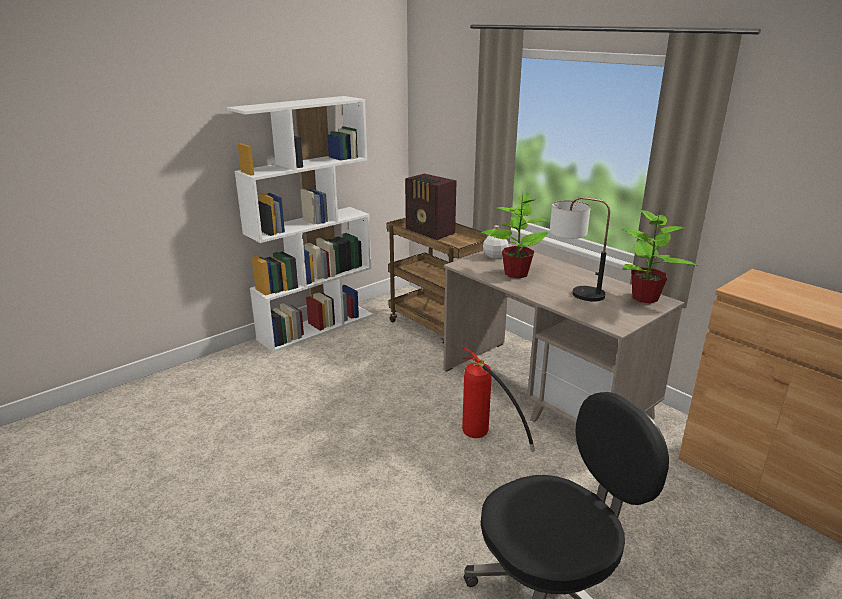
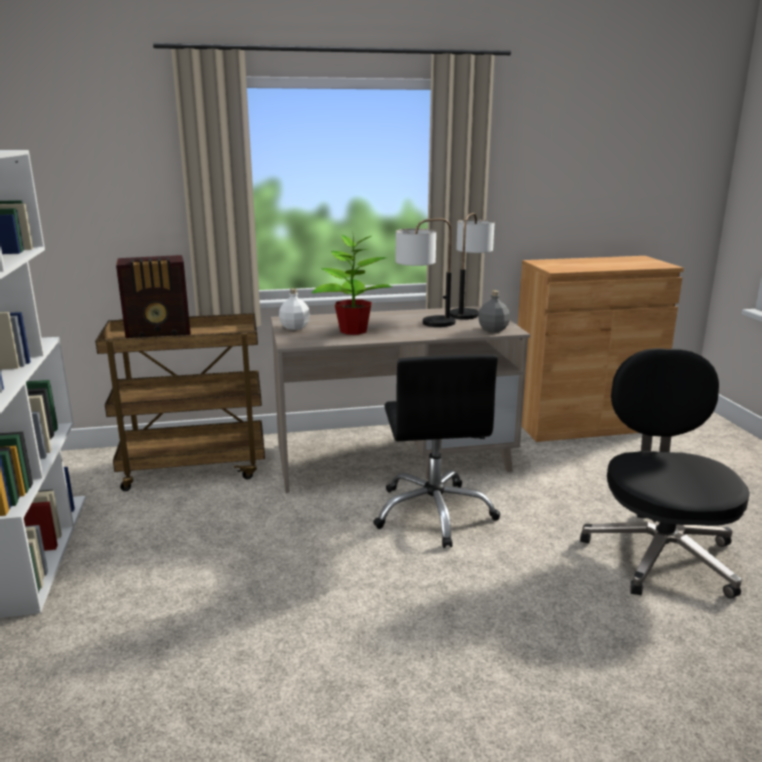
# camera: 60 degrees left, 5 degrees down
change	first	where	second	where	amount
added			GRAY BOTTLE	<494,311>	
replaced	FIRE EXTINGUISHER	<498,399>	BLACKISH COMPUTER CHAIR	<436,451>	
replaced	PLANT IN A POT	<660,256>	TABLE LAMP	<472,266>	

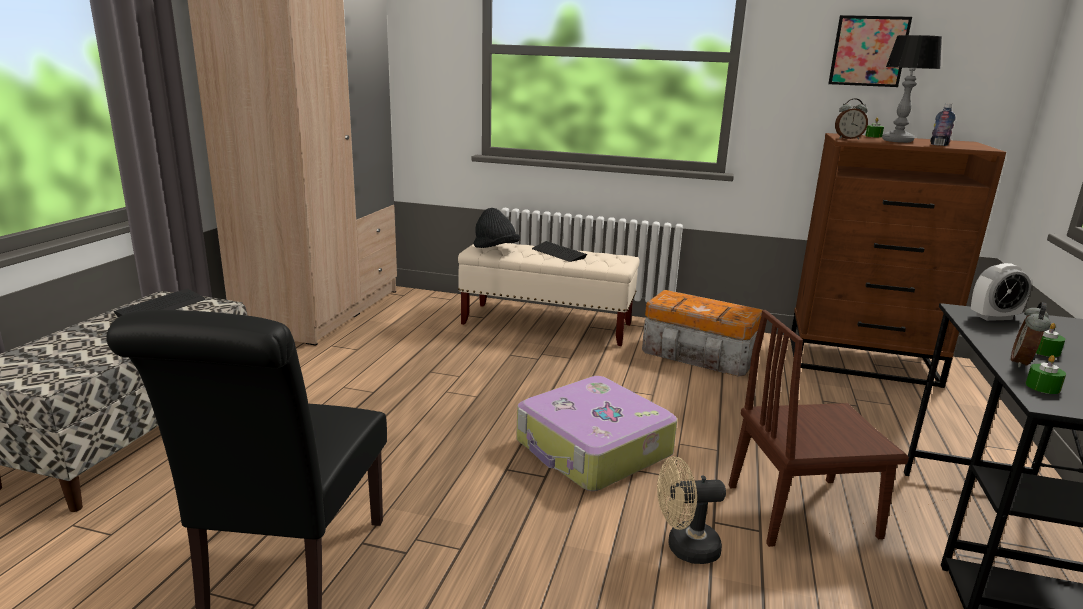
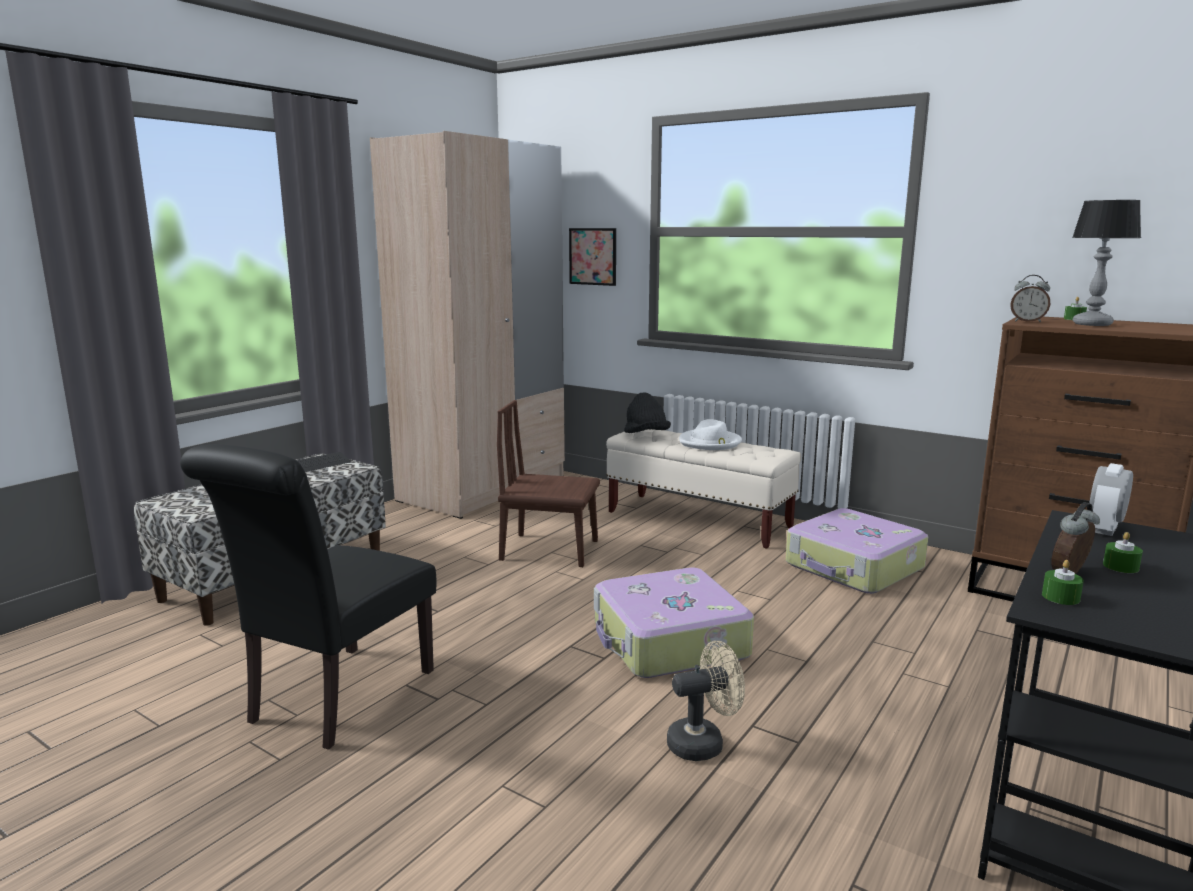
# camera: 20 degrees right, 5 degrees down
change	first	where	second	where	amount
removed	BOTTLE	<942,124>			
moved	BROWNISH UPRIGHT CHAIR	<819,428>		<548,483>	
moved	PICTURE	<870,51>		<592,257>	
replaced	KEYBOARD	<559,251>	WHITISH CLOTHING HAT	<710,434>	
replaced	STORAGE BOX	<702,333>	SUITCASE	<857,551>	
turned	SAND-COLOURED ELECTRIC FAN	<691,510>		<706,701>	150 degrees clockwise
turned	ALARM CLOCK	<1001,292>		<1111,499>	120 degrees clockwise

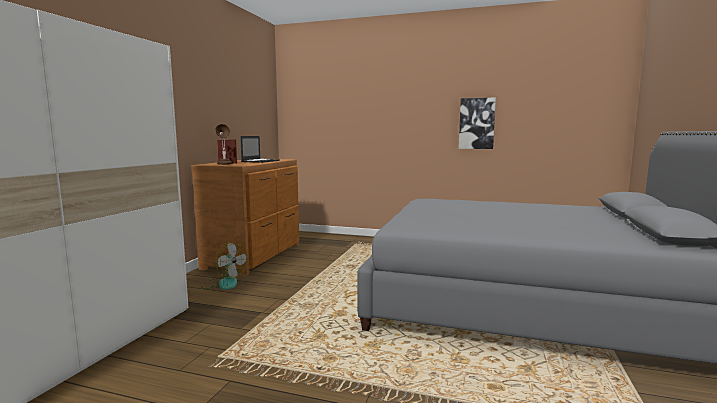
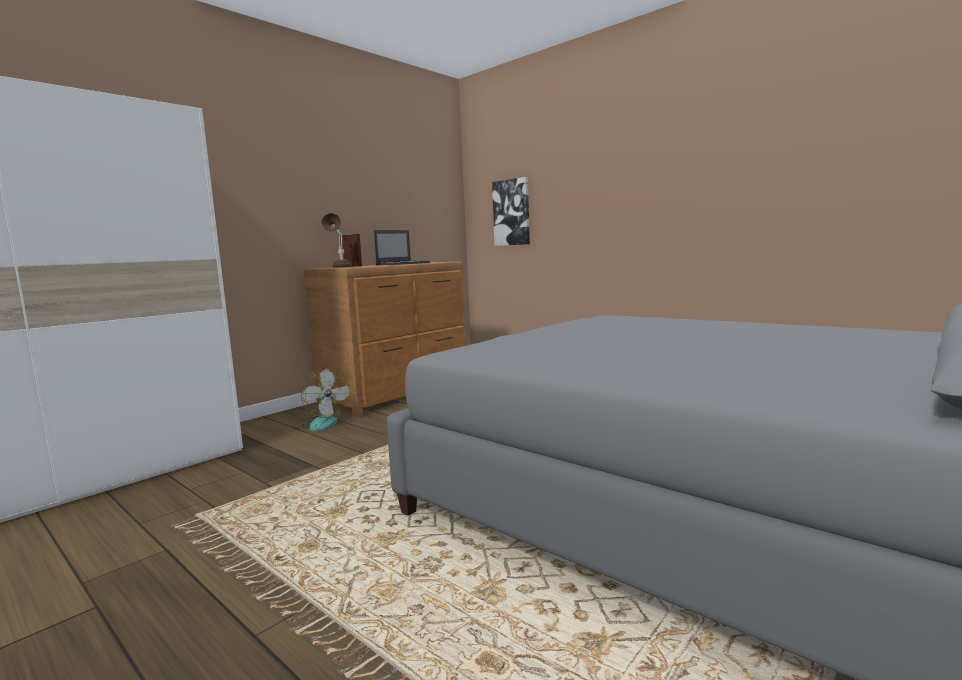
# camera: 25 degrees right, 0 degrees up
change	first	where	second	where	amount
moved	PICTURE	<477,123>		<511,211>	

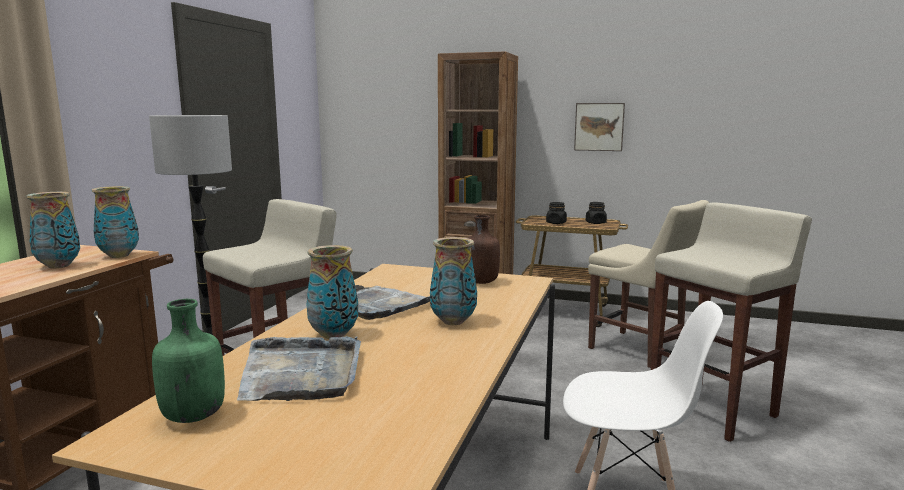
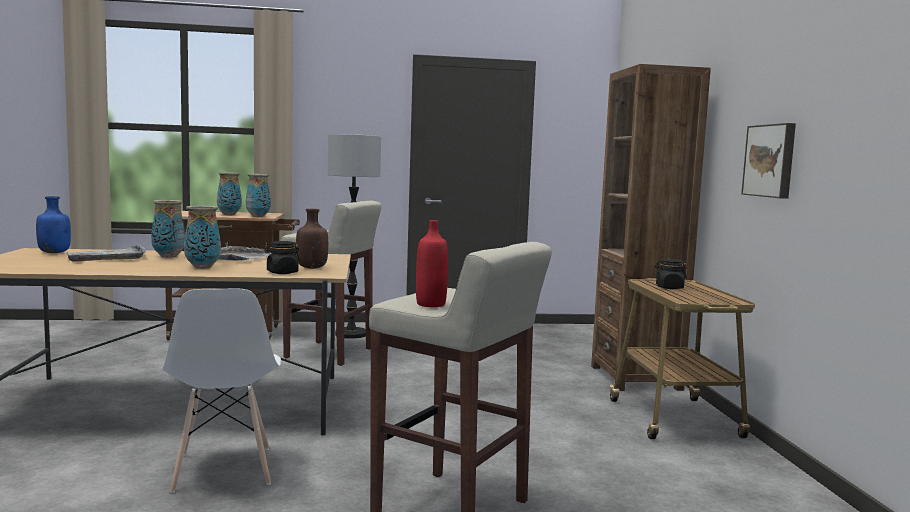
# camera: 65 degrees right, 5 degrees down
change	first	where	second	where	amount
removed	SAND-COLOURED UPRIGHT CHAIR	<648,284>			
added			REDDISH BOTTLE	<432,263>	
moved	BLACKISH PRESERVE JAR	<596,213>		<282,257>	
recoloured	GREENISH BOTTLE	<188,361>	BLUE BOTTLE	<53,224>	

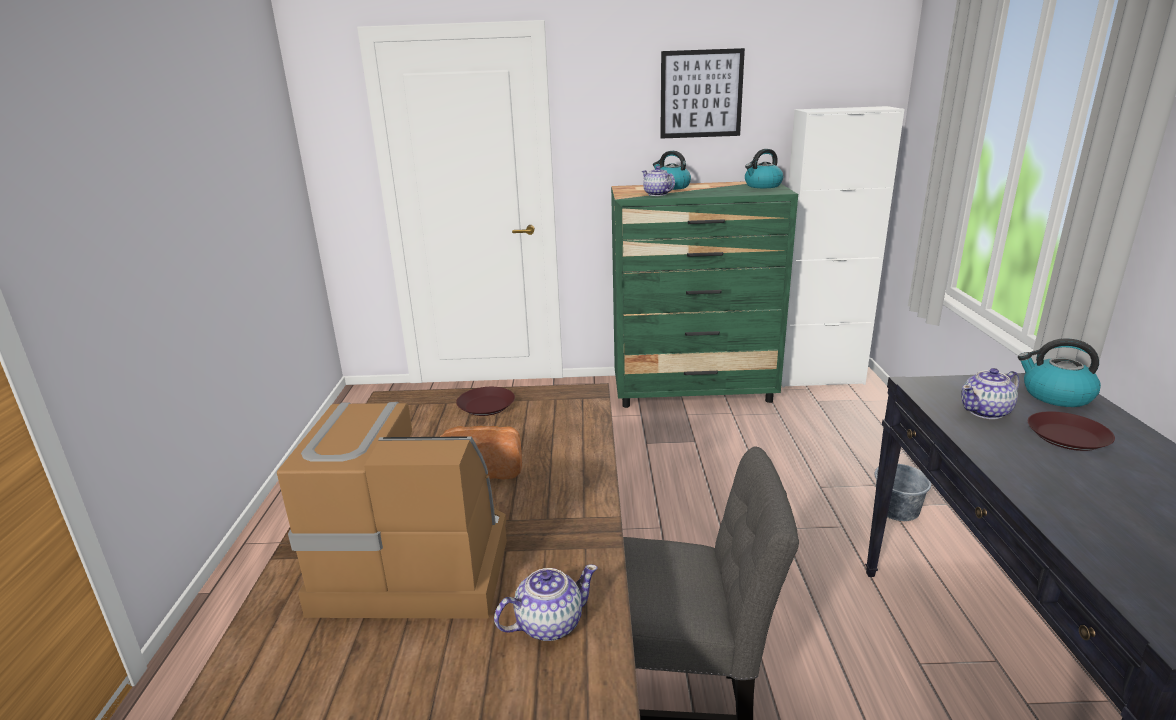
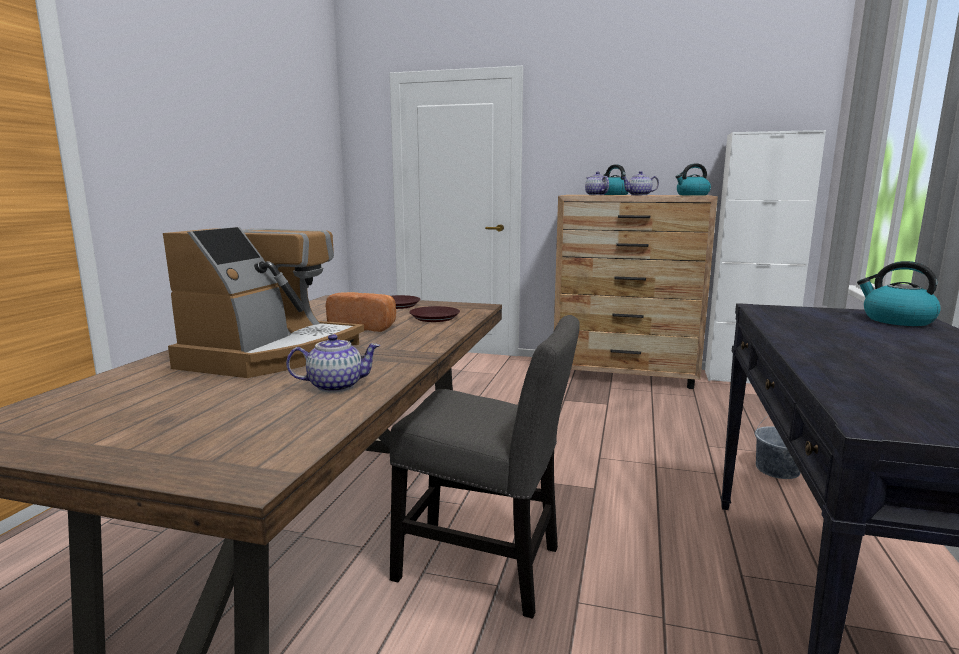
# camera: 15 degrees right, 10 degrees down
change	first	where	second	where	amount
removed	PICTURE	<702,93>			
moved	POT FOR TEA	<990,393>		<640,183>	
moved	BROWNISH DINNER PLATE	<1071,431>		<434,314>	
recoloured	GREENISH CHEST OF DRAWERS	<704,294>	BROWNISH CHEST OF DRAWERS	<636,292>	
turned	COFFEE BREWER	<392,510>		<263,302>	90 degrees clockwise

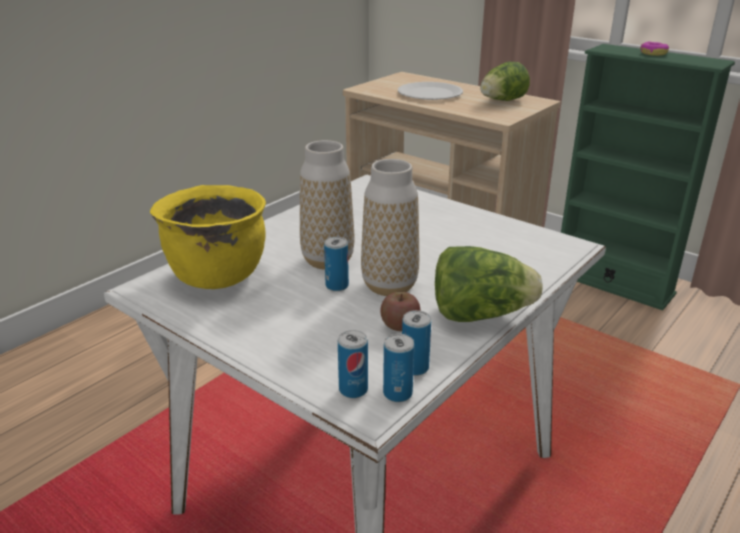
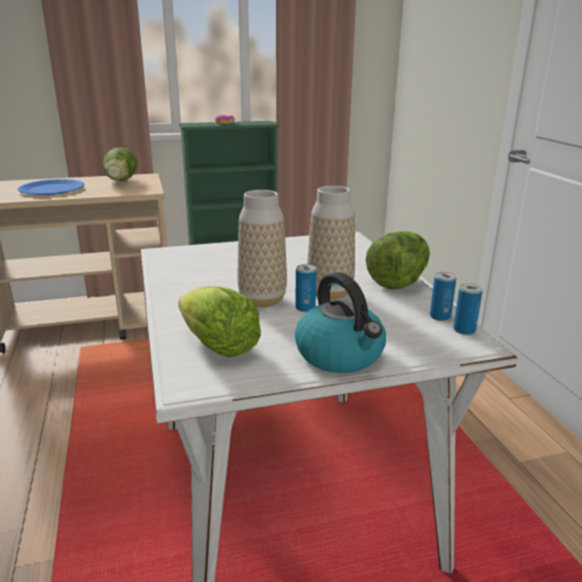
# camera: 55 degrees left, 5 degrees down
change	first	where	second	where	amount
removed	CAN	<353,364>			
removed	WHOLE APPLE	<400,311>			
added			WATER KETTLE	<340,322>	
replaced	YELLOW SAUCEPOT	<208,237>	LETTUCE HEAD	<219,321>	
recoloured	WHITISH DINNER PLATE	<430,91>	BLUE DINNER PLATE	<51,187>	

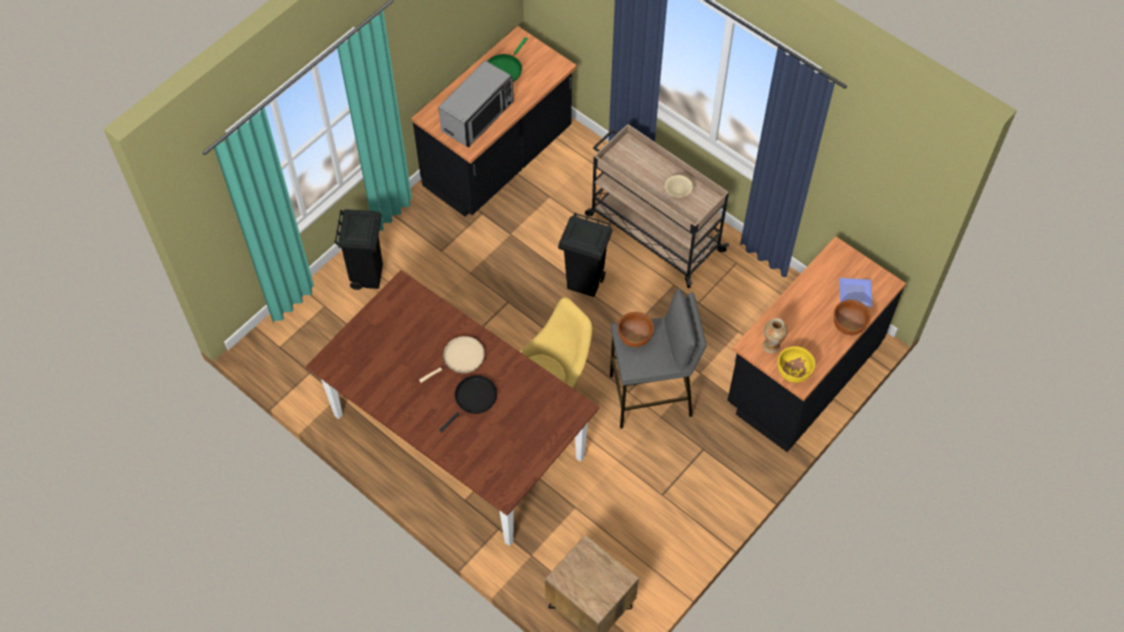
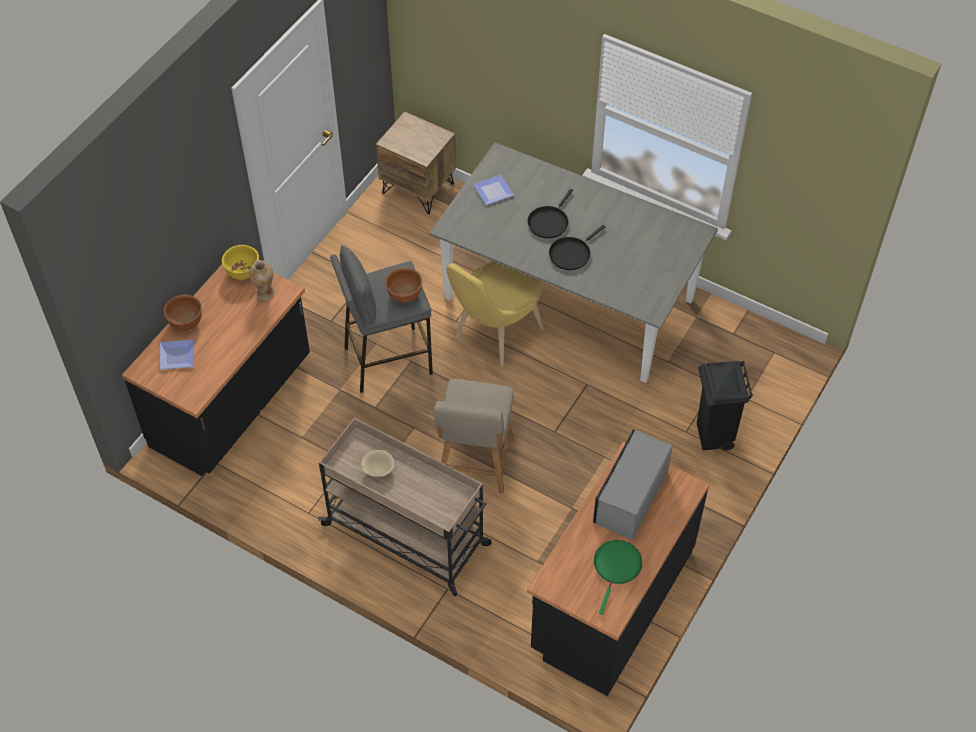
# camera: 170 degrees right, 5 degrees down
change	first	where	second	where	amount
added			DINNER PLATE	<493,189>	
replaced	BLACKISH TRASH CAN	<585,255>	SAND-COLOURED UPRIGHT CHAIR	<474,436>	
recoloured	BROWNISH DINNER TABLE	<452,408>	GRAY DINNER TABLE	<574,263>	
recoloured	SAND-COLOURED PAN	<452,359>	BLACKISH PAN	<577,247>	

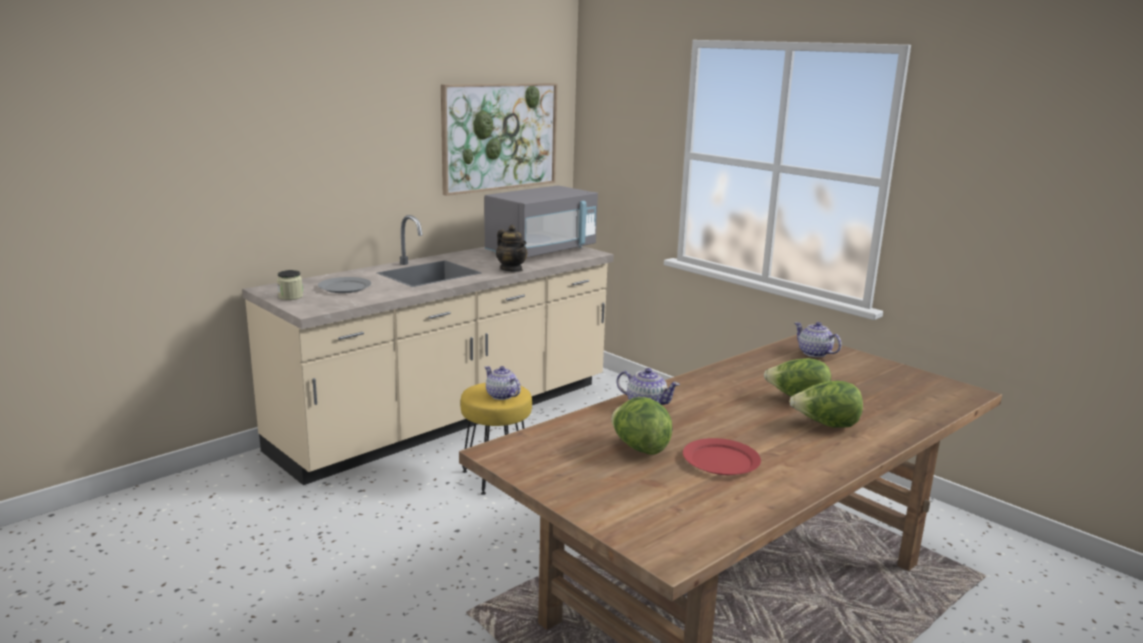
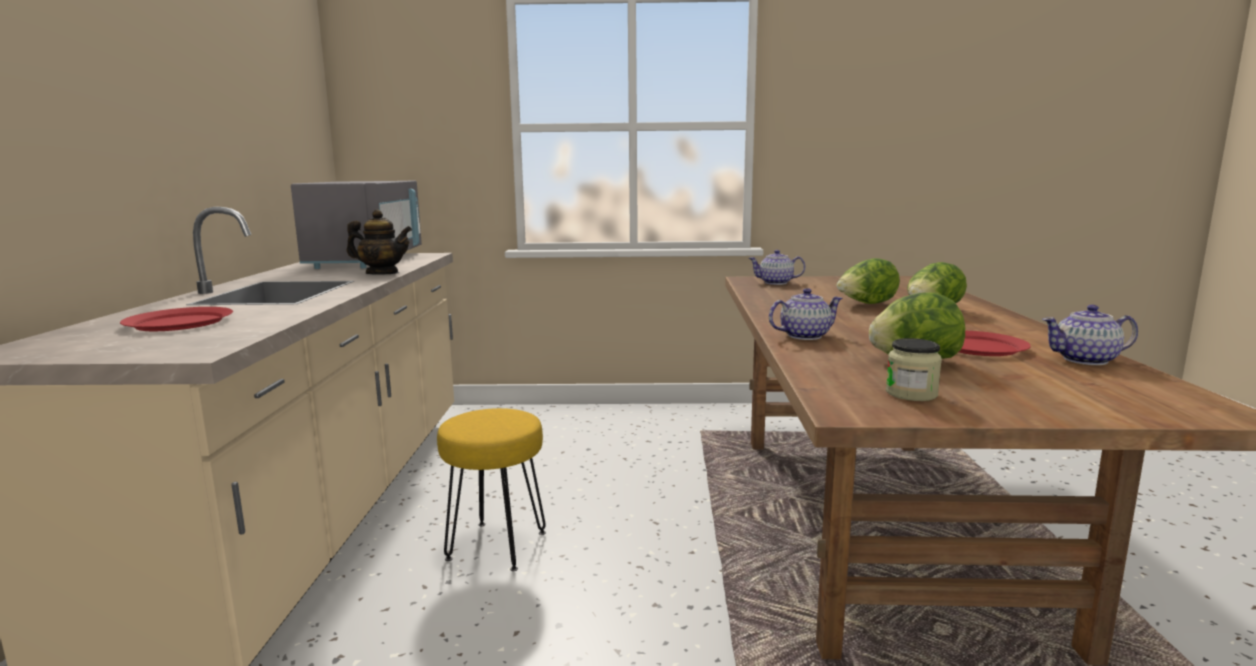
# camera: 45 degrees left, 5 degrees down
change	first	where	second	where	amount
removed	PICTURE	<499,139>			
moved	PRESERVE JAR	<290,285>		<914,369>	
moved	POT FOR TEA	<503,383>		<1090,335>	
recoloured	GRAY DINNER PLATE	<344,285>	REDDISH DINNER PLATE	<176,319>	

